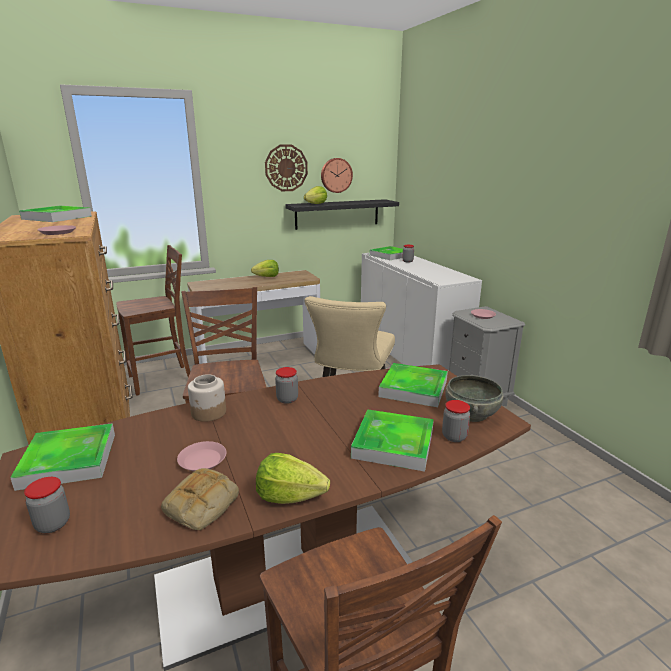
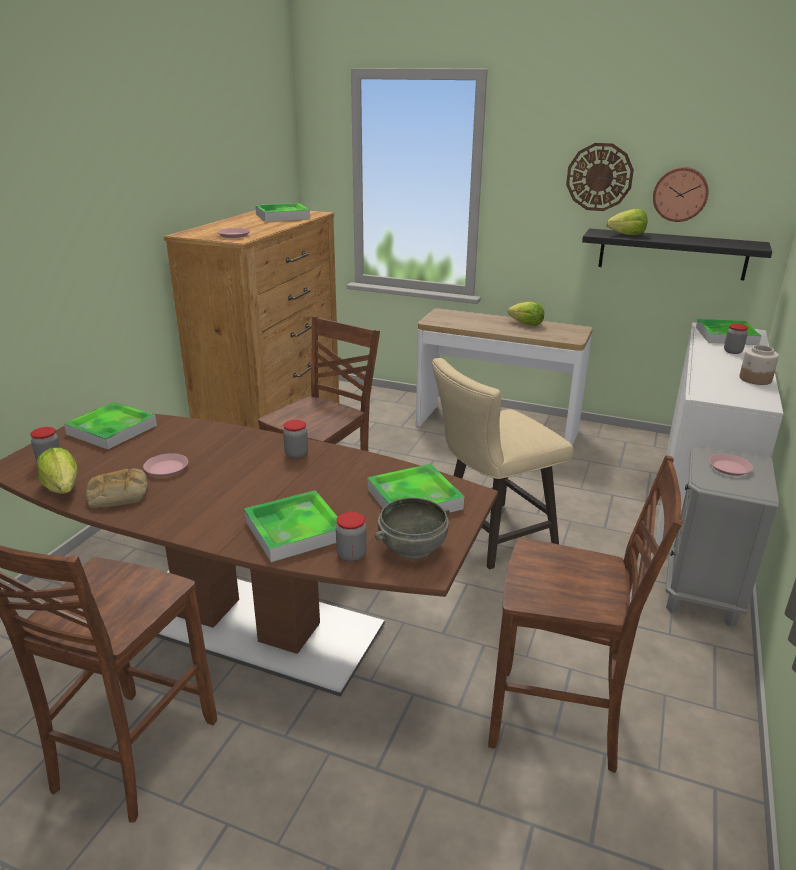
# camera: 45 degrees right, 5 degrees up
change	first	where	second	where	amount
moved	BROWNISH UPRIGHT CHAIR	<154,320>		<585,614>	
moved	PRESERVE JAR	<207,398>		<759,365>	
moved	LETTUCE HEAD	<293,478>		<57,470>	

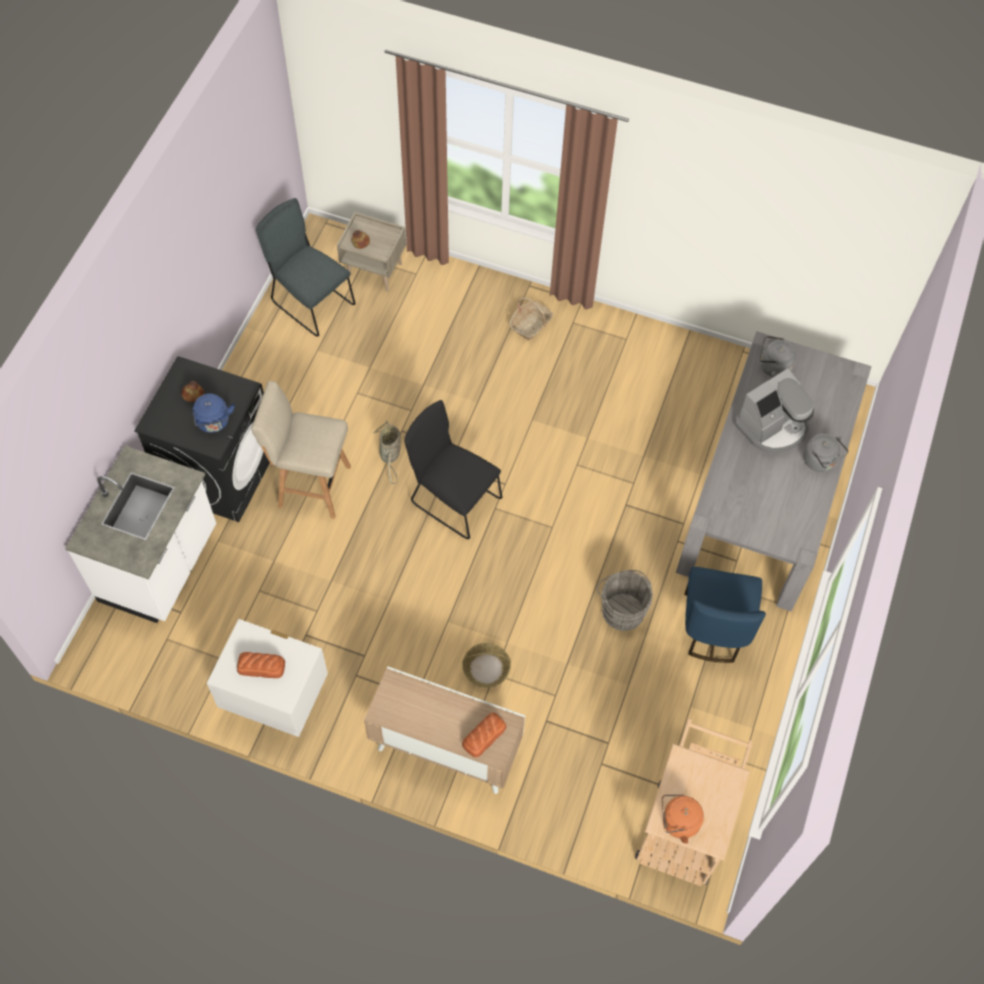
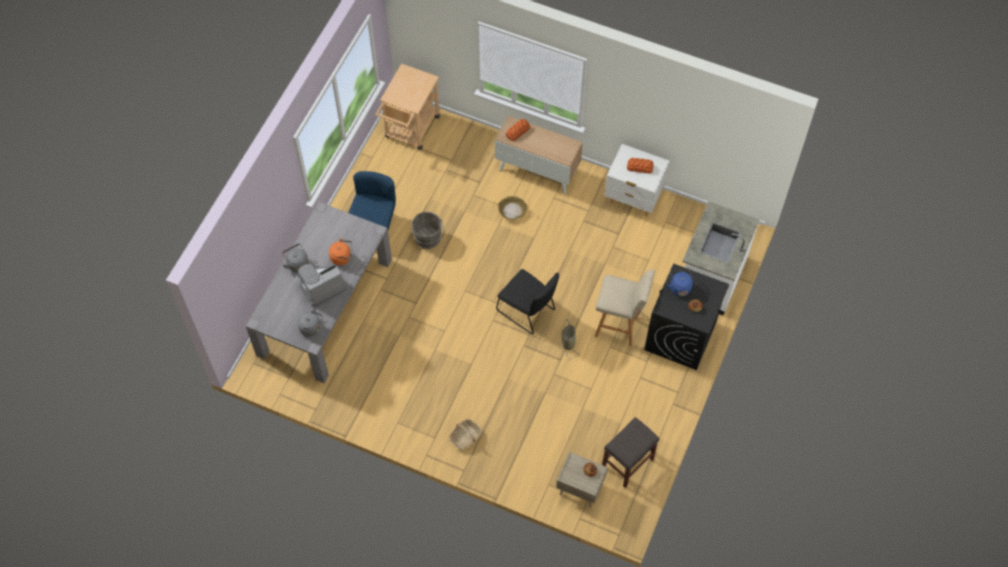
# camera: 175 degrees left, 0 degrees up
change	first	where	second	where	amount
moved	ORANGE WATER KETTLE	<683,819>		<340,252>	
replaced	GRAY UPRIGHT CHAIR	<306,267>	GRAY STOOL	<630,452>	

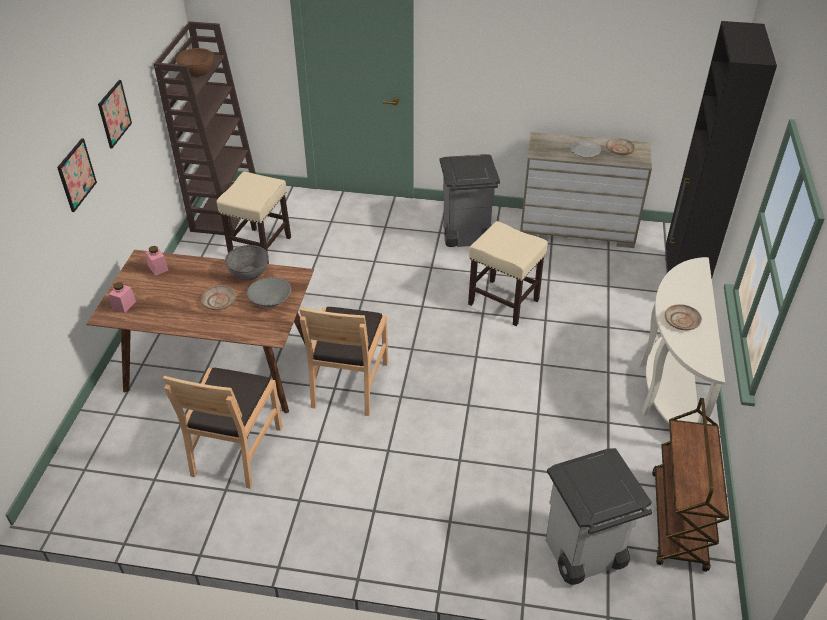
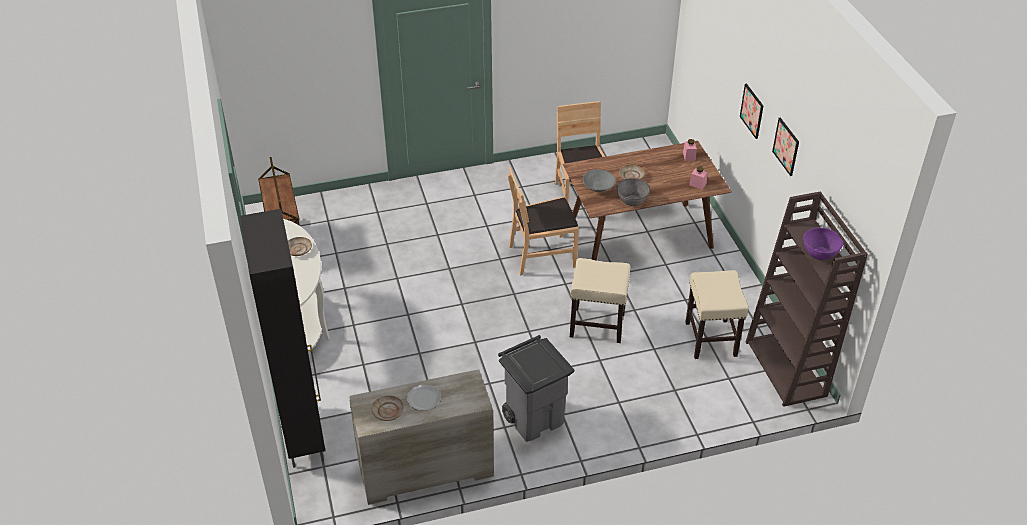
# camera: 155 degrees right, 0 degrees up
change	first	where	second	where	amount
removed	GRAY TRASH CAN	<599,516>			
moved	SAND-COLOURED STOOL	<508,273>		<600,300>	
recoloured	BROWNISH DEEP DISH	<195,62>	PURPLE DEEP DISH	<823,243>	
turned	BROWNISH UPRIGHT CHAIR	<344,361>		<543,221>	90 degrees counterclockwise

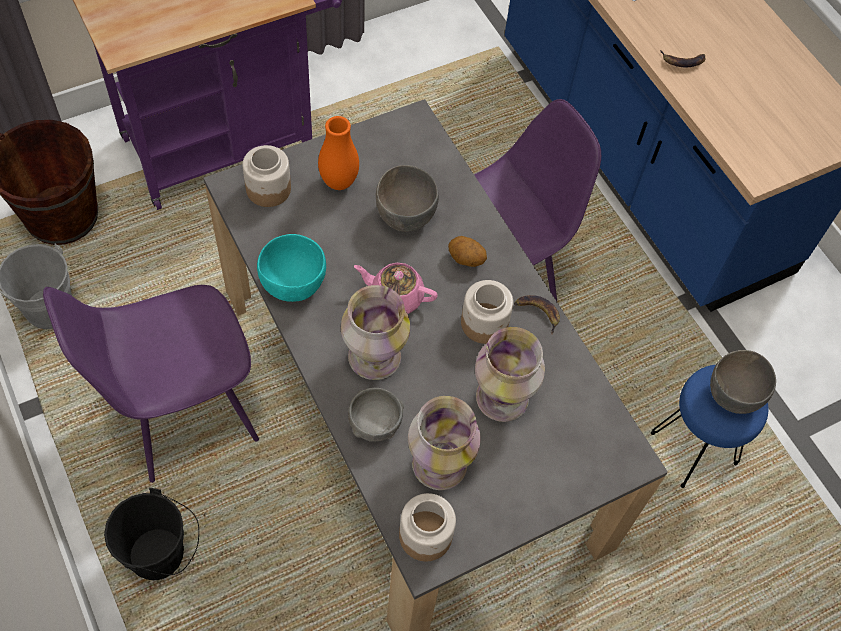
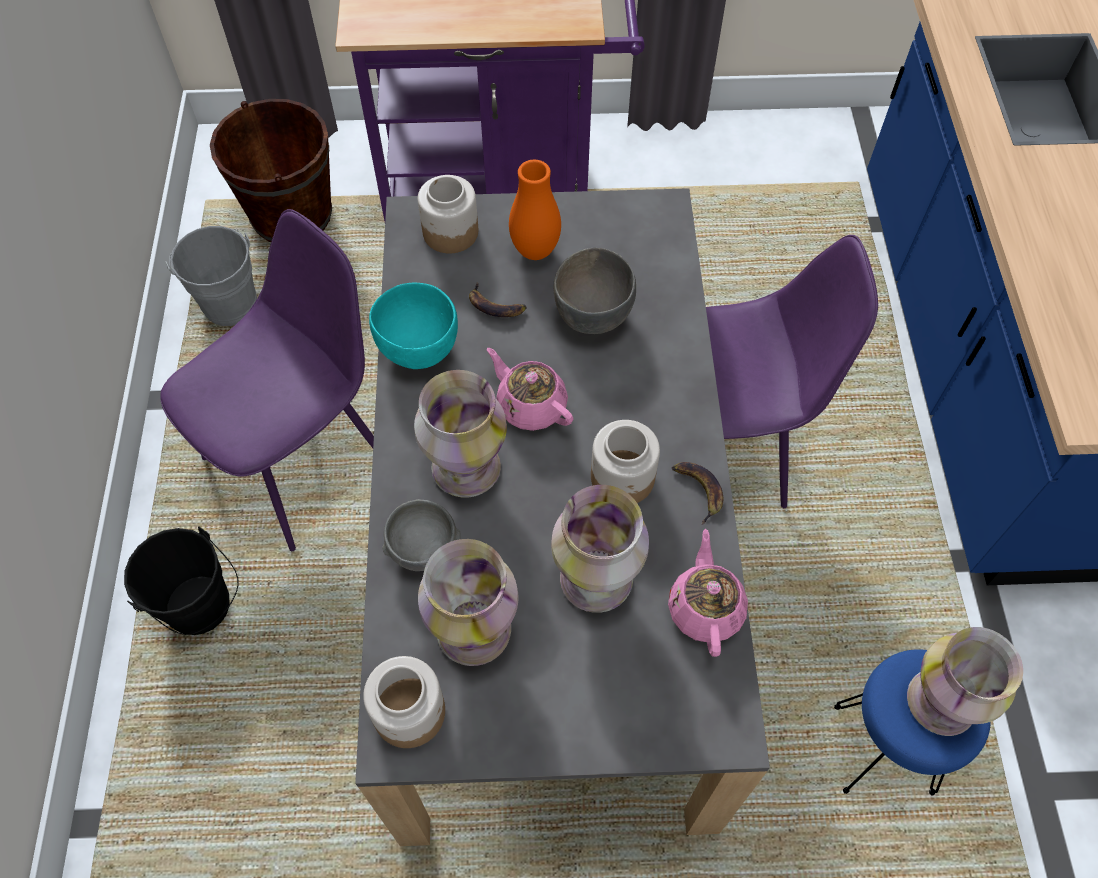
# camera: 30 degrees right, 0 degrees up
change	first	where	second	where	amount
removed	WHOLE POTATO	<467,251>			
added			PINK-COLOURED POT FOR TEA	<708,593>	
moved	WHOLE BANANA	<683,59>		<498,299>	
replaced	GRAY DEEP DISH	<743,382>	FLOWER VASE	<965,681>	
turned	PURPLE UPRIGHT CHAIR	<151,384>		<267,380>	135 degrees clockwise

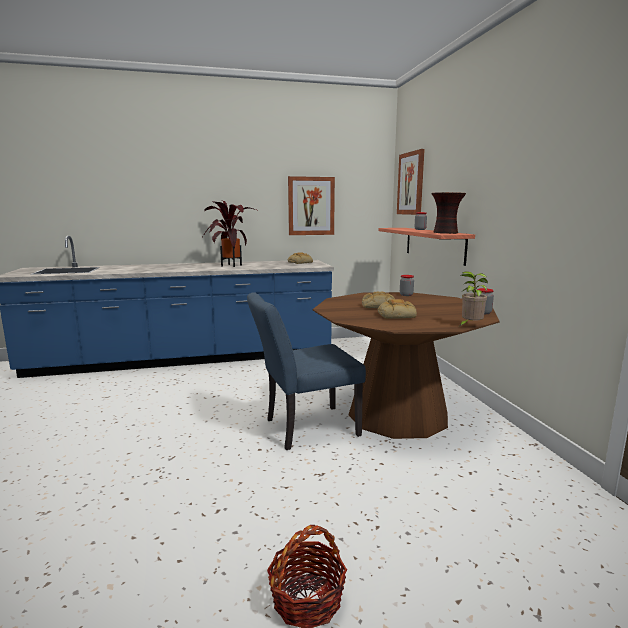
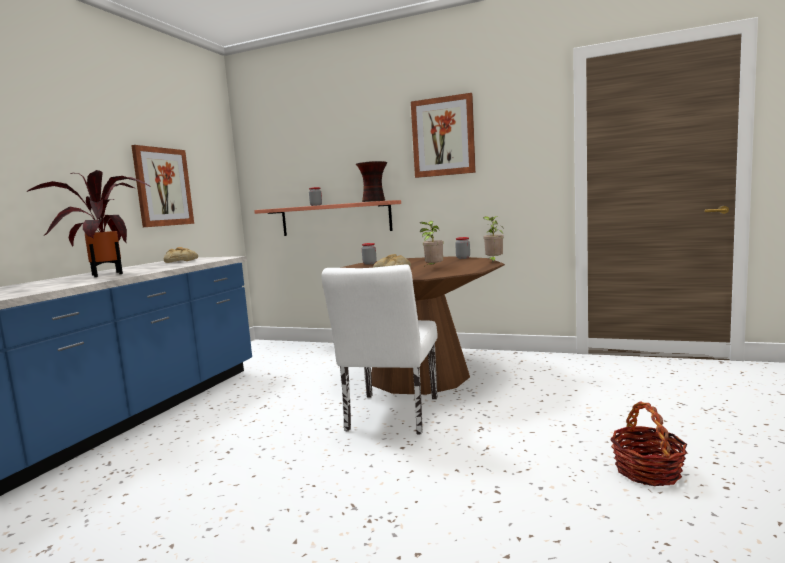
# camera: 55 degrees left, 5 degrees down
change	first	where	second	where	amount
moved	PICTURE	<411,182>		<443,135>	
replaced	BAKED BREAD	<397,309>	PLANT IN A POT	<432,244>	
recoloured	BLUE UPRIGHT CHAIR	<306,371>	WHITISH UPRIGHT CHAIR	<379,350>	

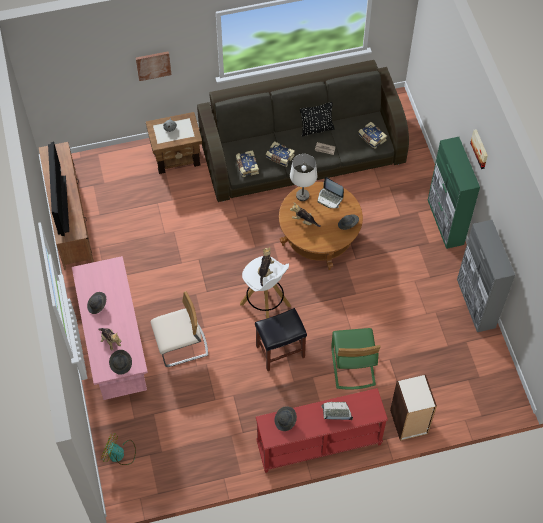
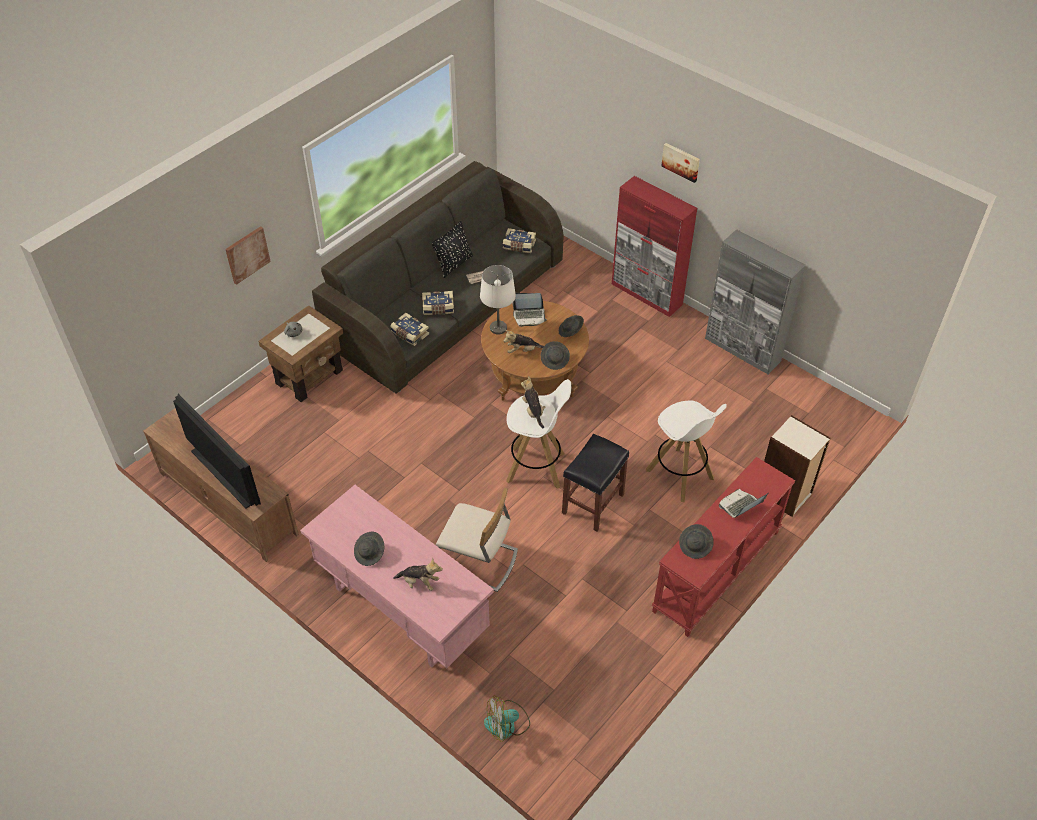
# camera: 35 degrees left, 10 degrees down
change	first	where	second	where	amount
moved	GRAY CLOTHING HAT	<120,362>		<555,355>	
replaced	GREENISH UPRIGHT CHAIR	<356,359>	WHITISH STOOL	<686,451>	
recoloured	GREENISH STORAGE CABINET	<454,193>	REDDISH STORAGE CABINET	<654,246>	
turned	SAND-COLOURED UPRIGHT CHAIR	<179,329>		<477,540>	75 degrees clockwise

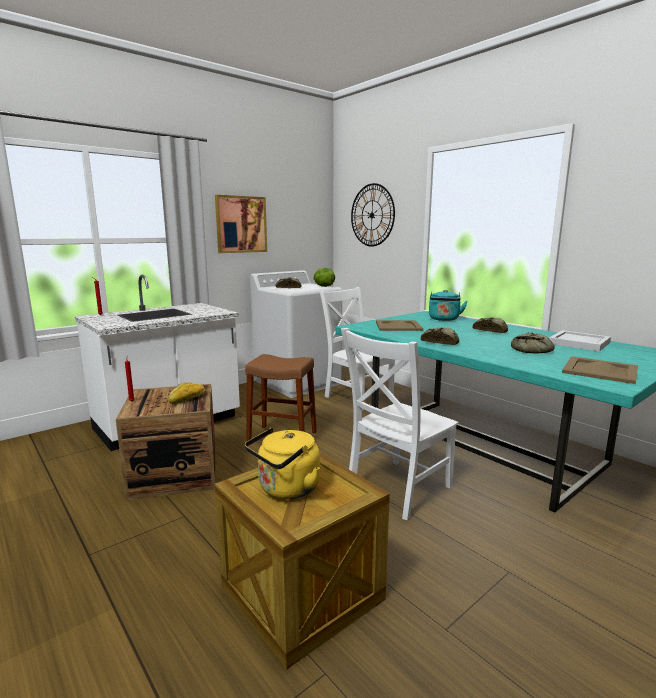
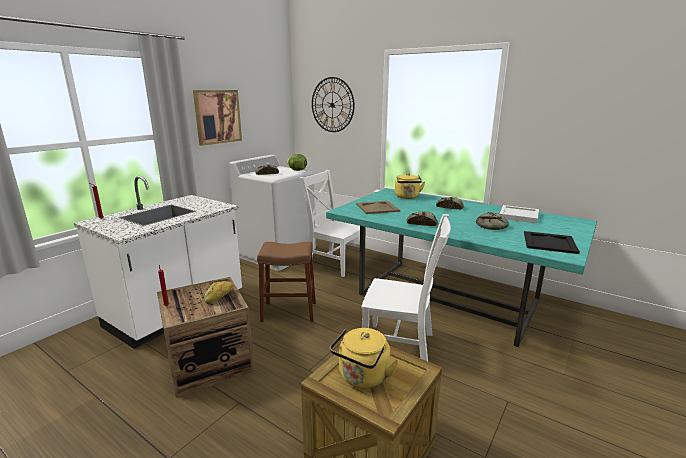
# camera: 15 degrees left, 5 degrees up
change	first	where	second	where	amount
recoloured	TURQUOISE WATER KETTLE	<448,305>	YELLOW WATER KETTLE	<410,186>	
recoloured	SAND-COLOURED CARRYING TRAY	<600,370>	BLACKISH CARRYING TRAY	<552,242>	
turned	WHITISH UPRIGHT CHAIR	<400,424>		<406,287>	105 degrees counterclockwise

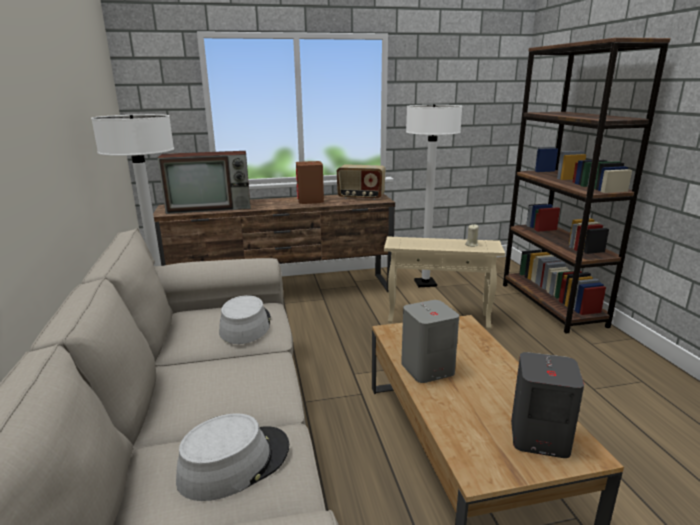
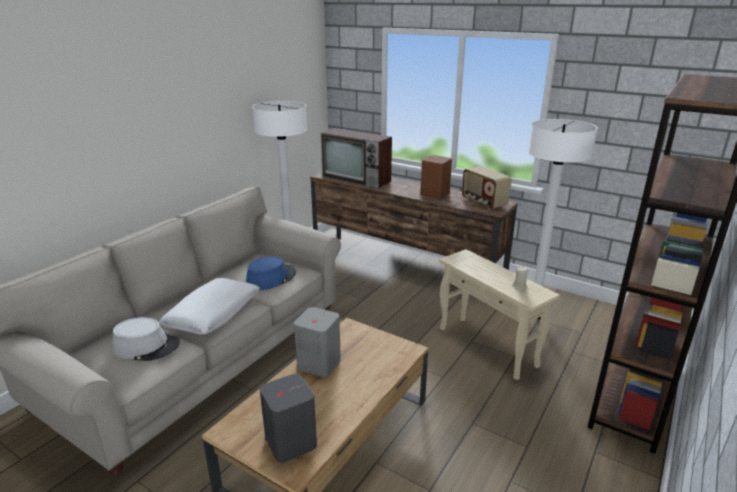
# camera: 45 degrees right, 5 degrees up
change	first	where	second	where	amount
added			WHITISH PILLOW	<209,306>	
recoloured	GRAY CLOTHING HAT	<245,319>	BLUE CLOTHING HAT	<271,273>	

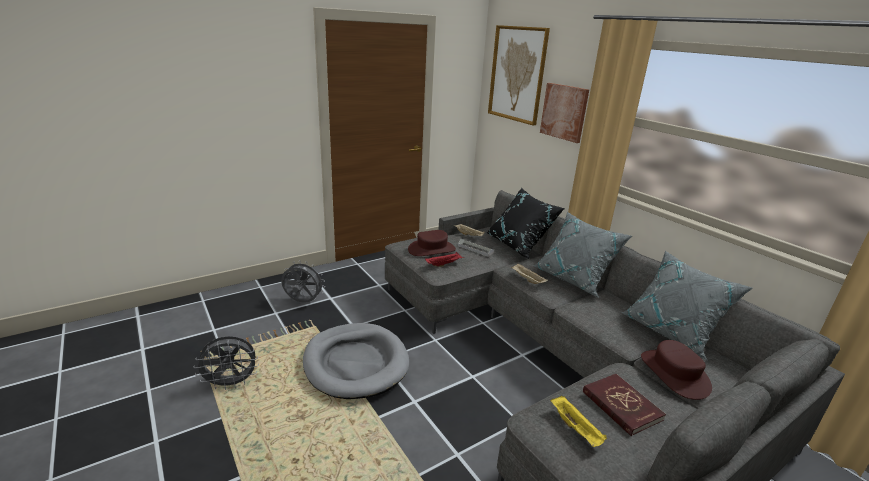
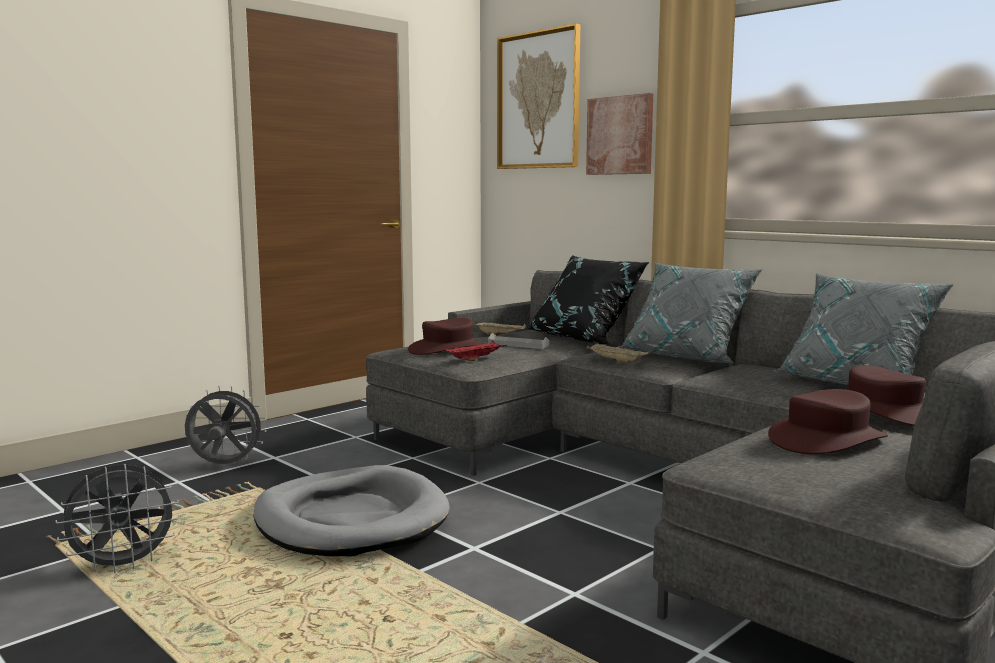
# camera: 10 degrees left, 15 degrees down
change	first	where	second	where	amount
removed	YELLOW CARRYING TRAY	<579,421>			
replaced	REDDISH BOUND BOOK	<624,405>	BROWNISH CLOTHING HAT	<828,421>	

